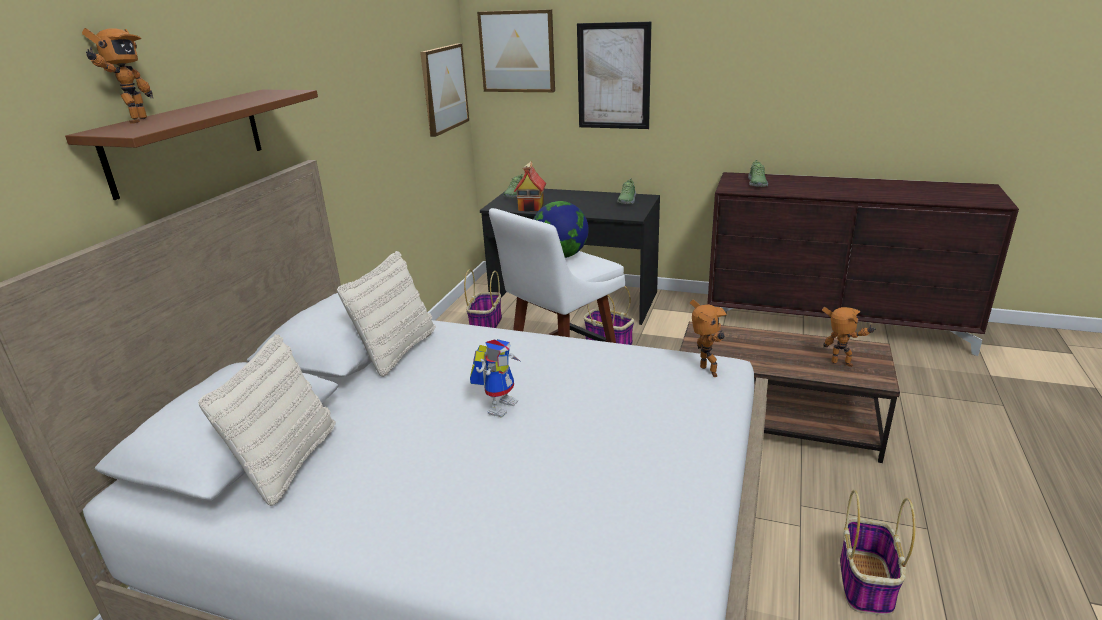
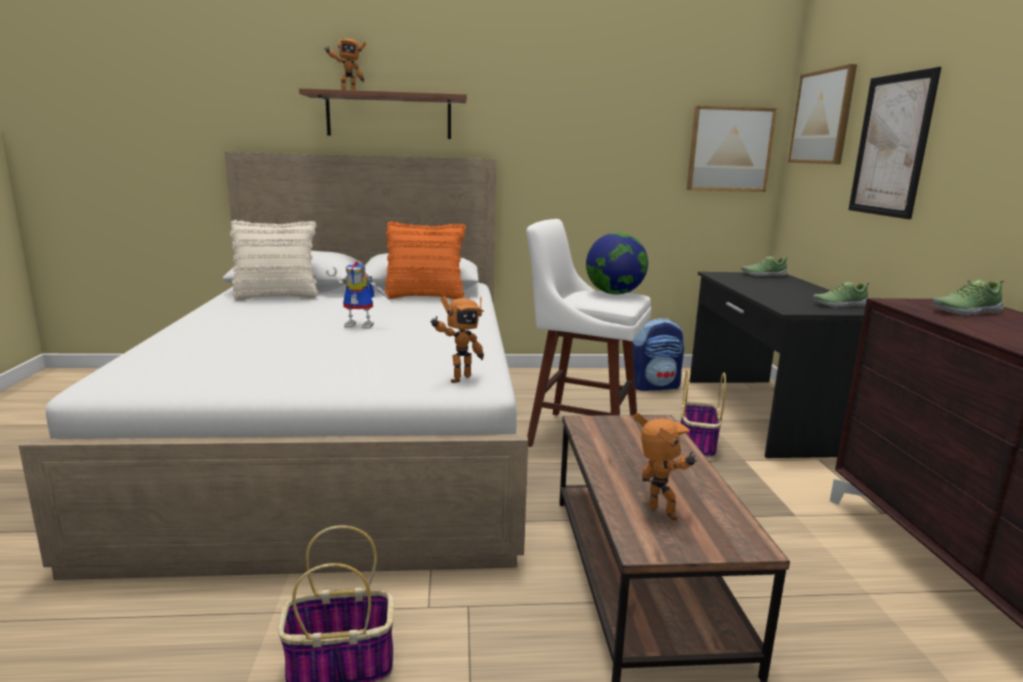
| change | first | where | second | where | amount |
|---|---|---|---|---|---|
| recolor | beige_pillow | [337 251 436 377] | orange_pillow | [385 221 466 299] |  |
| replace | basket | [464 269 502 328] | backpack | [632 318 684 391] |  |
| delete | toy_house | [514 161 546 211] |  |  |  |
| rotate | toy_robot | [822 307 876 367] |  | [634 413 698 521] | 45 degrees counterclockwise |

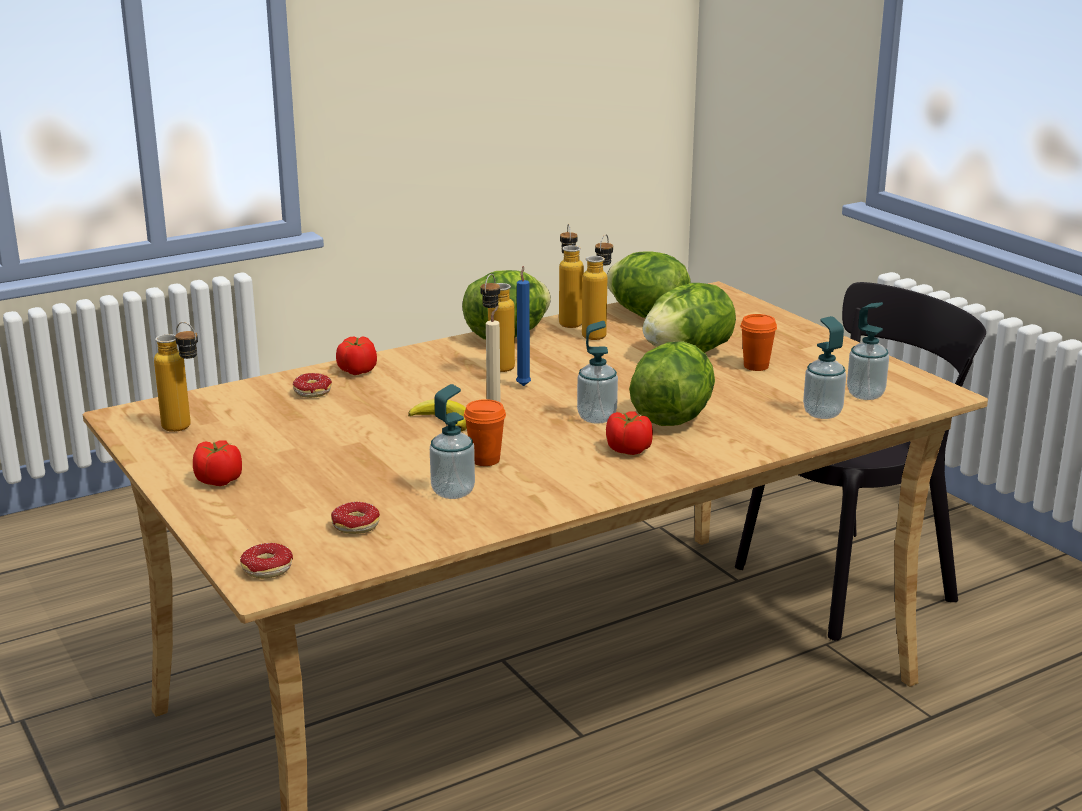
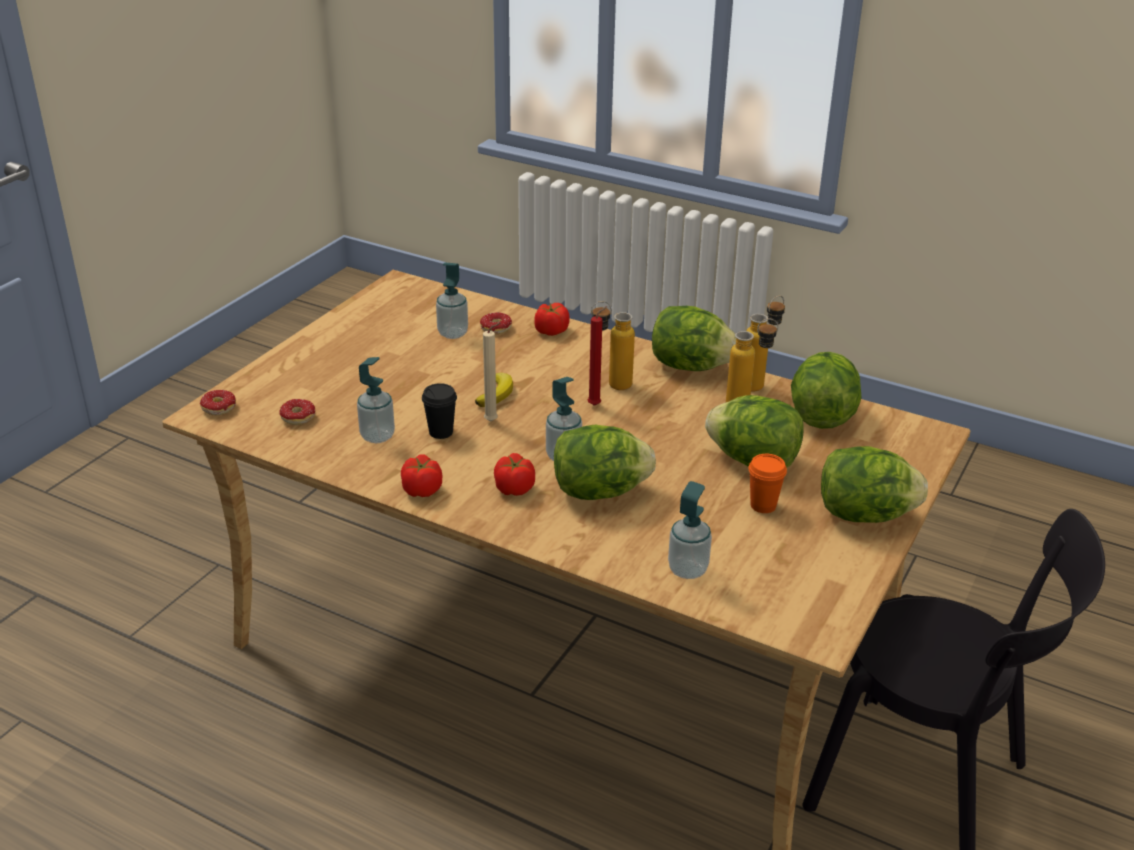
| change | first | where | second | where | amount |
|---|---|---|---|---|---|
| delete | bottle | [154 322 198 432] |  |  |  |
| move | tomato | [193 440 242 486] |  | [401 454 442 497] |  |
| recolor | orange_cup | [464 399 506 466] | black_cup | [422 383 457 439] |  |
| recolor | blue_candle | [516 266 531 386] | red_candle | [588 306 608 406] |  |
| move | soap_dispenser | [847 302 889 400] |  | [436 263 468 339] |  |
| insert |  |  | lettuce | [821 446 928 523] |  |

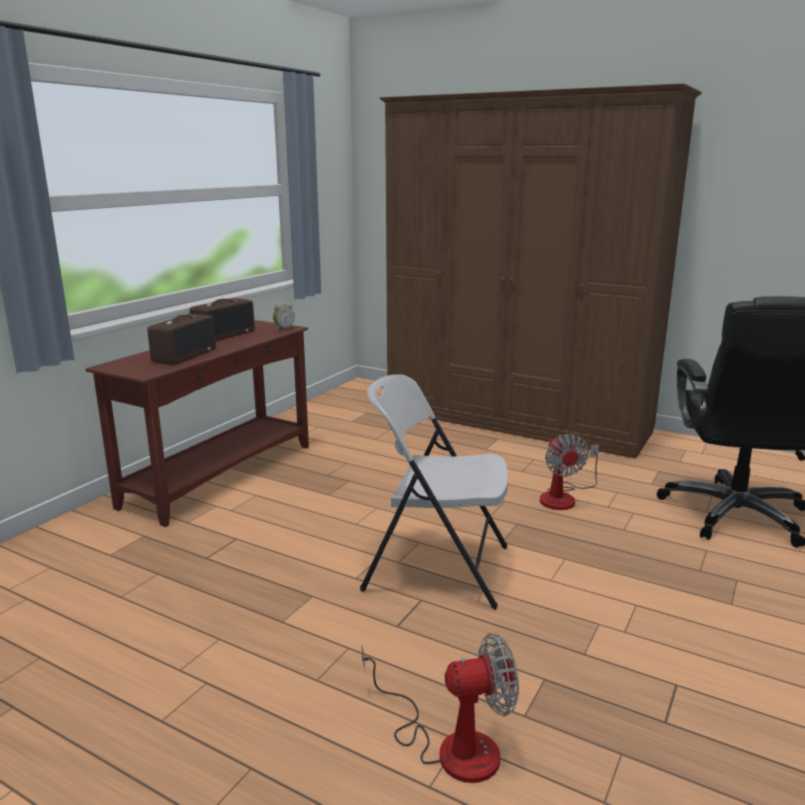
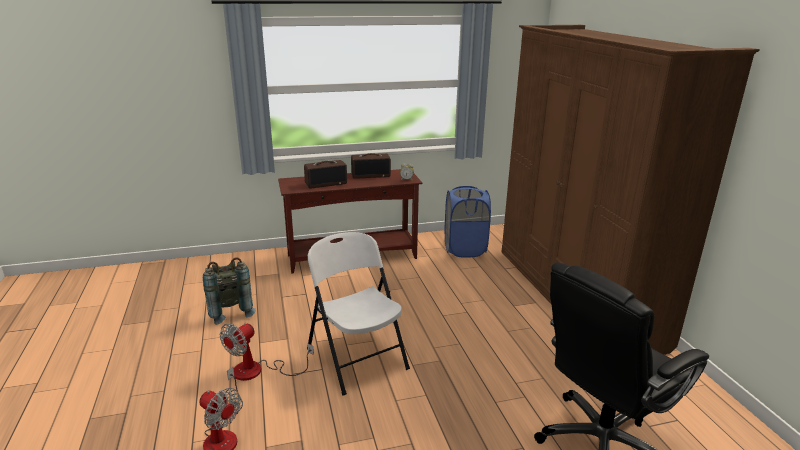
| change | first | where | second | where | amount |
|---|---|---|---|---|---|
| move | fan | [540 434 599 510] |  | [219 323 314 381] |  |
| insert |  |  | grey_backpack | [203 257 256 325] |  |
| insert |  |  | blue_laundry_basket | [445 186 491 258] |  |

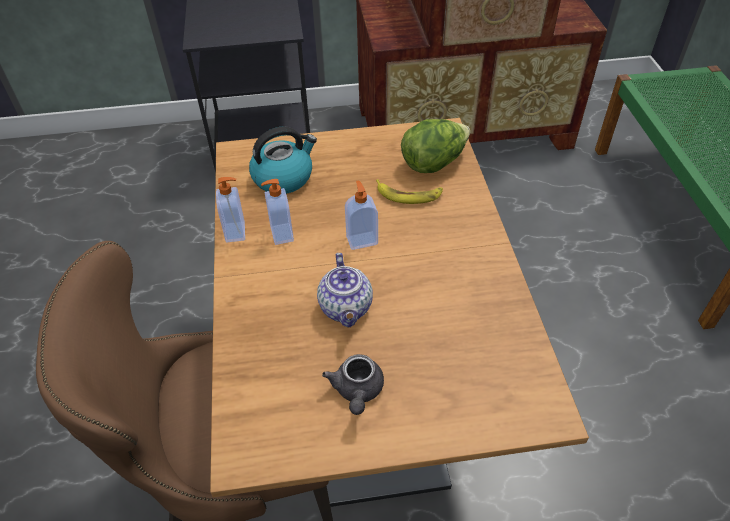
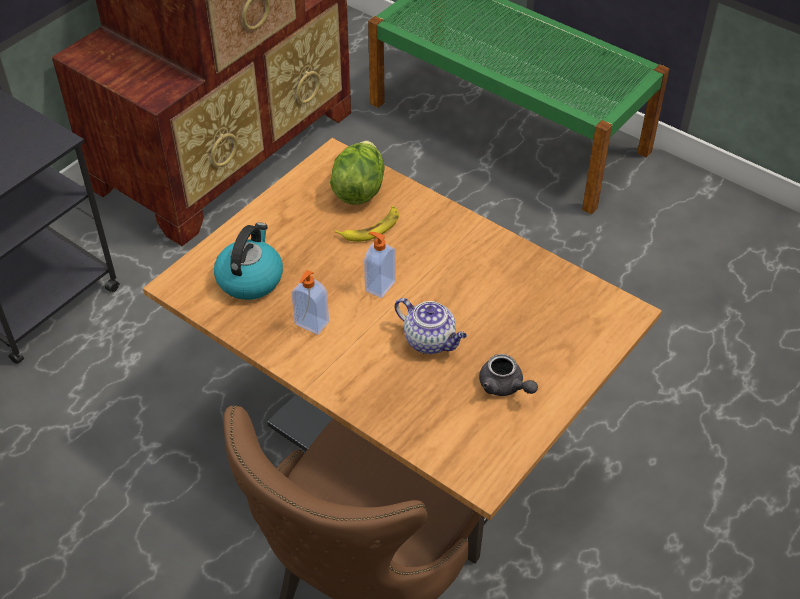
| change | first | where | second | where | amount |
|---|---|---|---|---|---|
| delete | soap_dispenser | [216 177 245 243] |  |  |  |

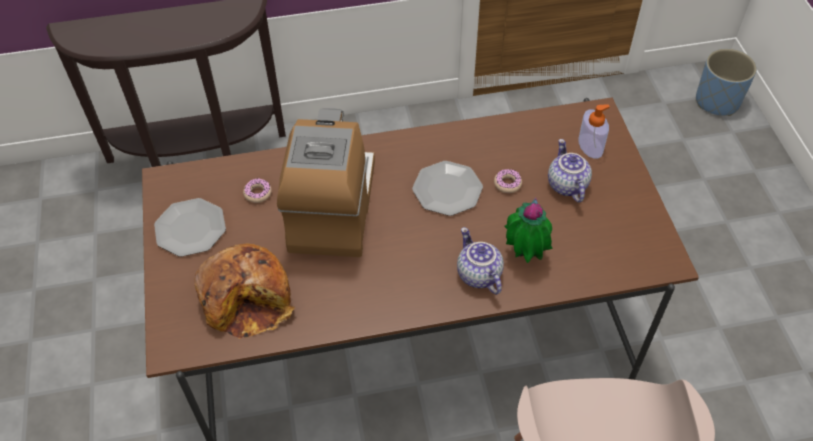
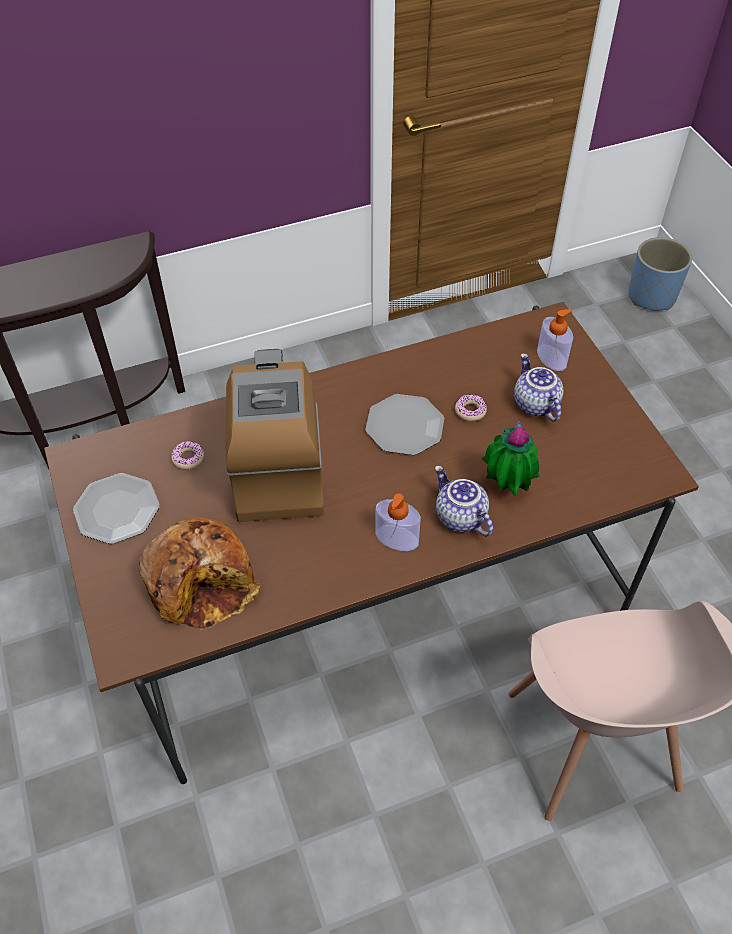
| change | first | where | second | where | amount |
|---|---|---|---|---|---|
| insert |  |  | soap_dispenser | [375 493 421 551] |  |

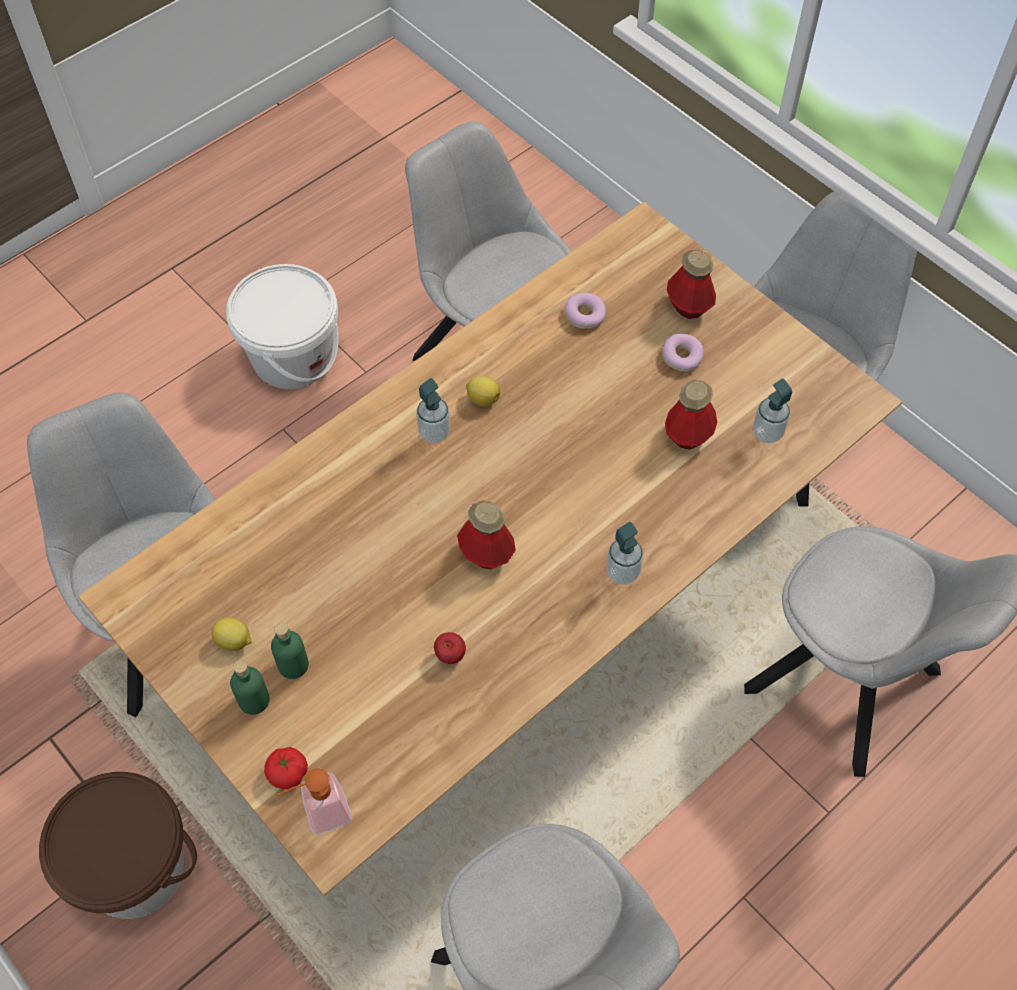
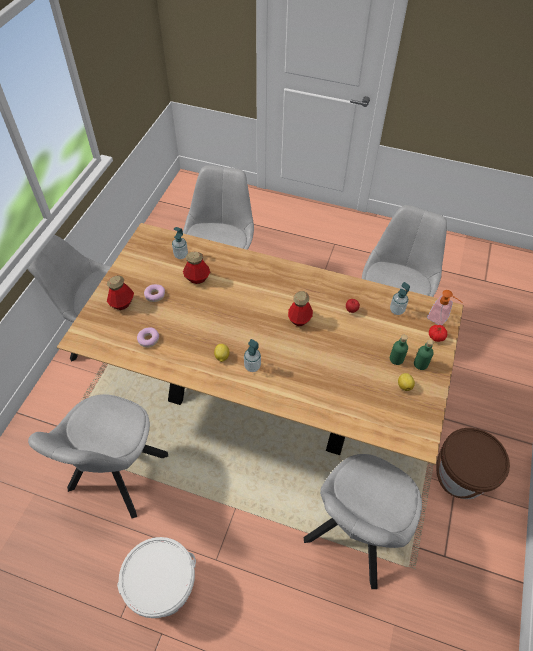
| change | first | where | second | where | amount |
|---|---|---|---|---|---|
| move | soap_dispenser | [606 522 643 585] |  | [390 282 410 315] |  |

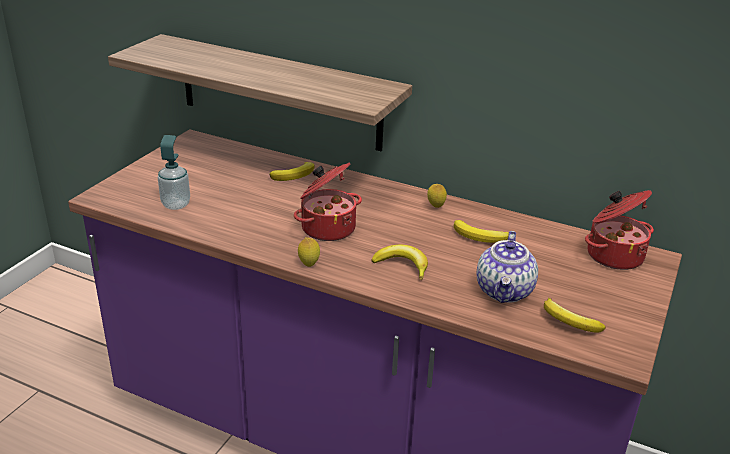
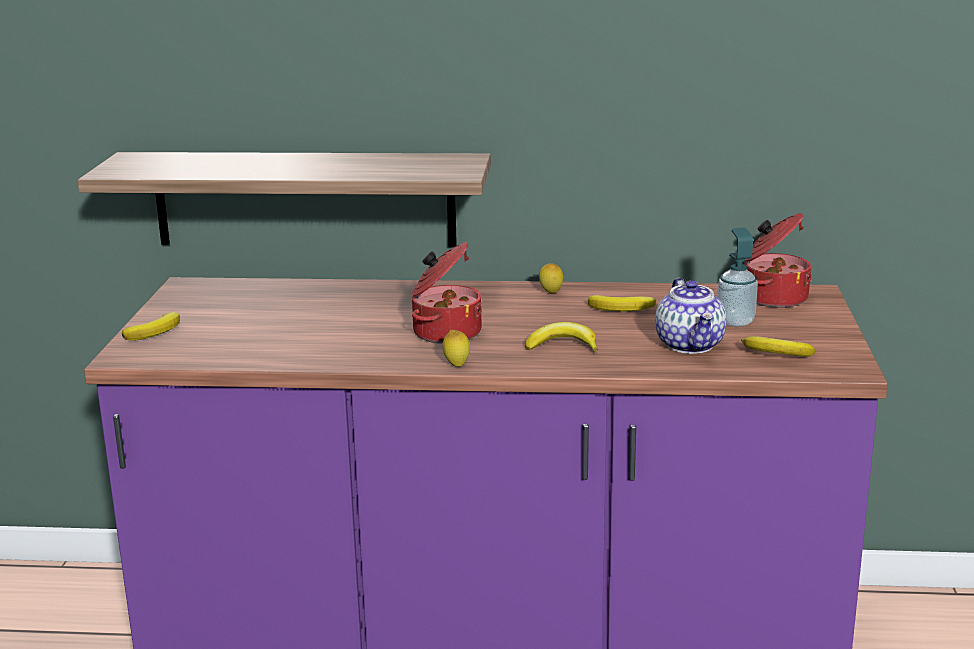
| change | first | where | second | where | amount |
|---|---|---|---|---|---|
| move | soap_dispenser | [158 135 190 210] |  | [718 227 758 327] |  |
| move | banana | [270 162 315 181] |  | [122 312 180 341] |  |

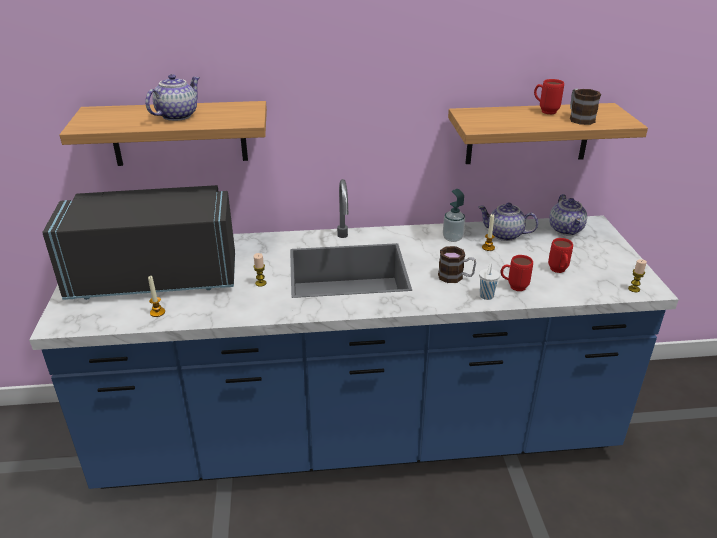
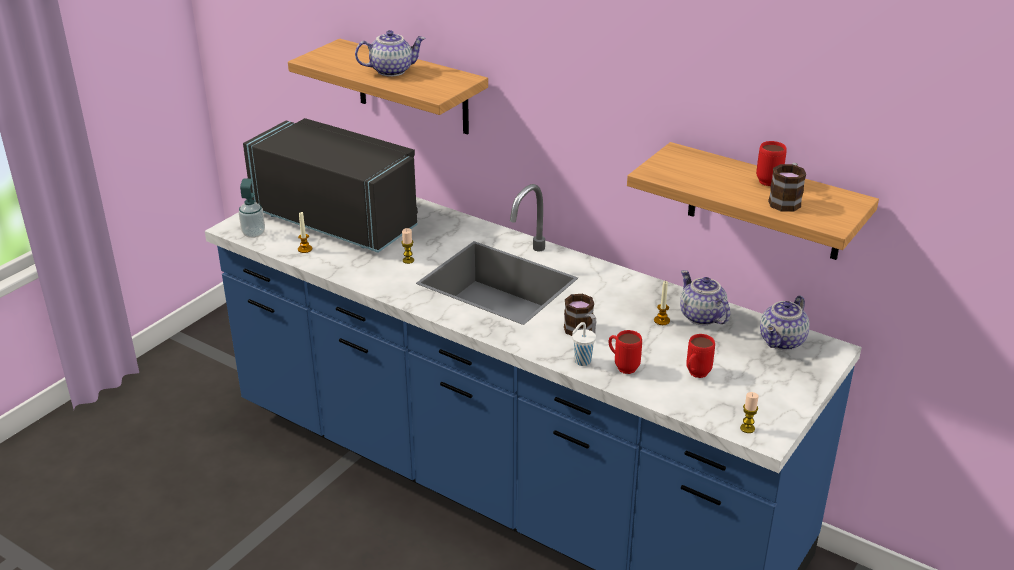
| change | first | where | second | where | amount |
|---|---|---|---|---|---|
| move | soap_dispenser | [443 189 465 242] |  | [239 178 265 238] |  |

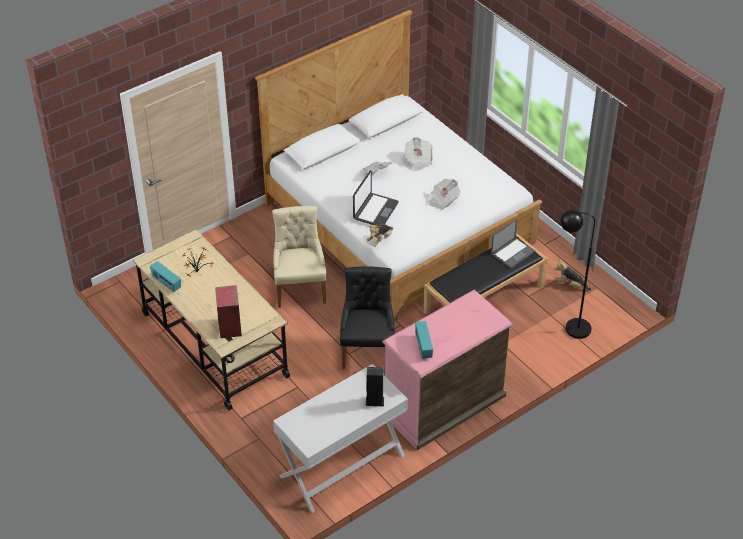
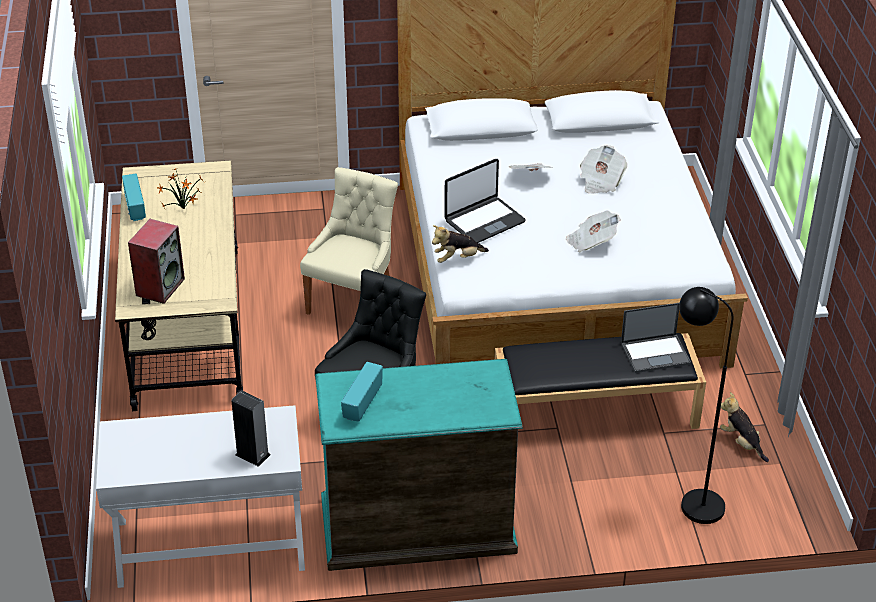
| change | first | where | second | where | amount |
|---|---|---|---|---|---|
| recolor | pink_dresser | [382 290 513 450] | turquoise_dresser | [315 359 523 571] |  |

